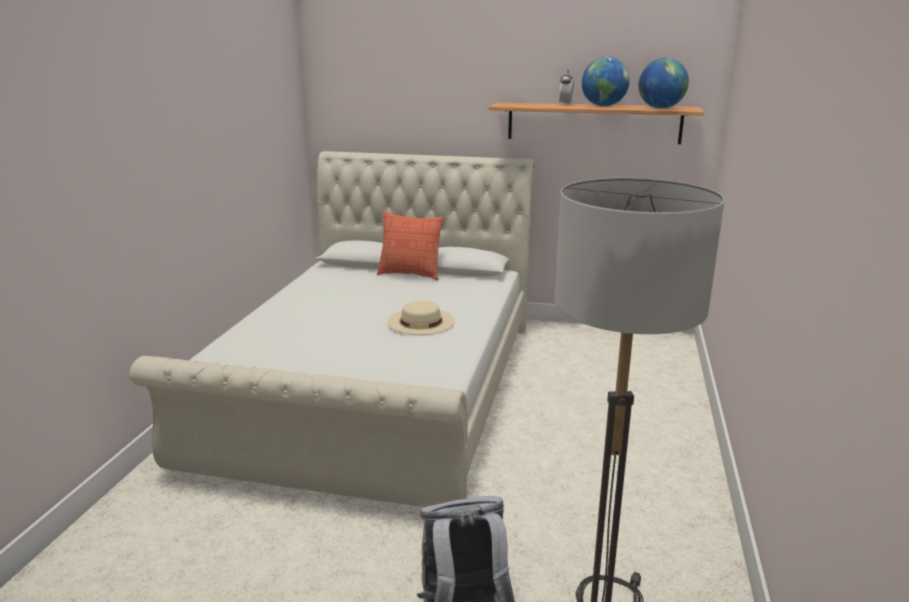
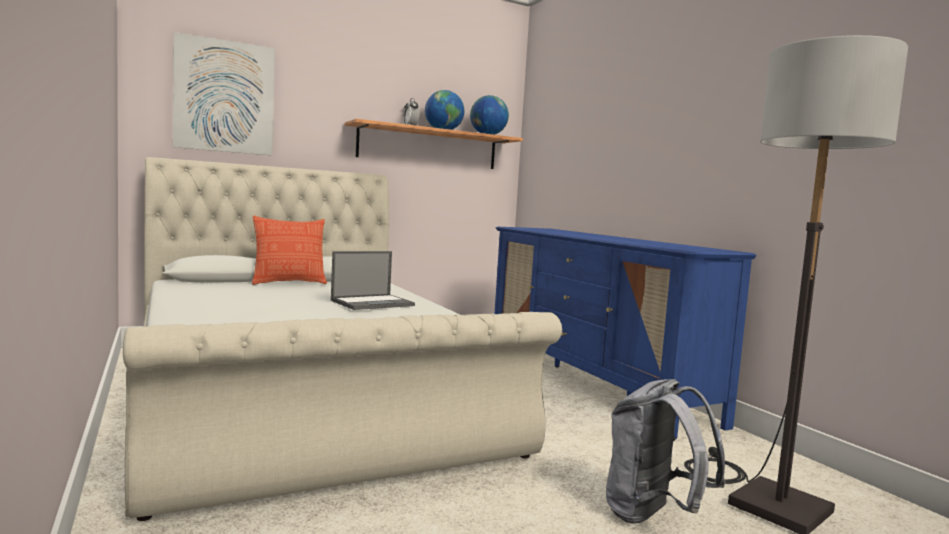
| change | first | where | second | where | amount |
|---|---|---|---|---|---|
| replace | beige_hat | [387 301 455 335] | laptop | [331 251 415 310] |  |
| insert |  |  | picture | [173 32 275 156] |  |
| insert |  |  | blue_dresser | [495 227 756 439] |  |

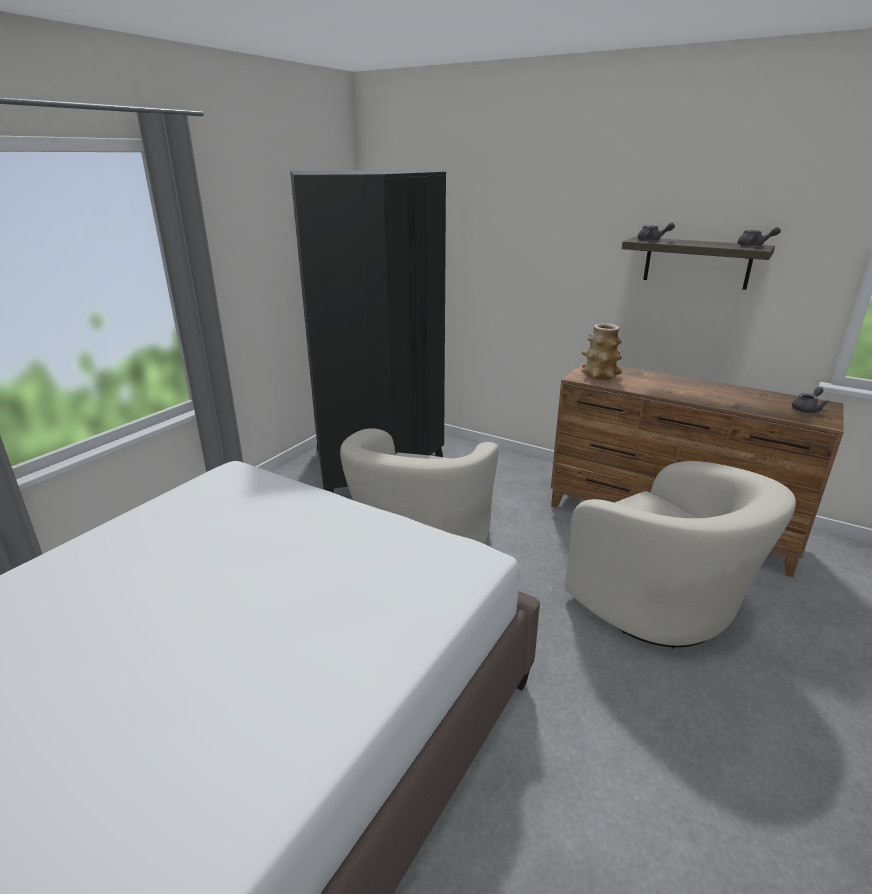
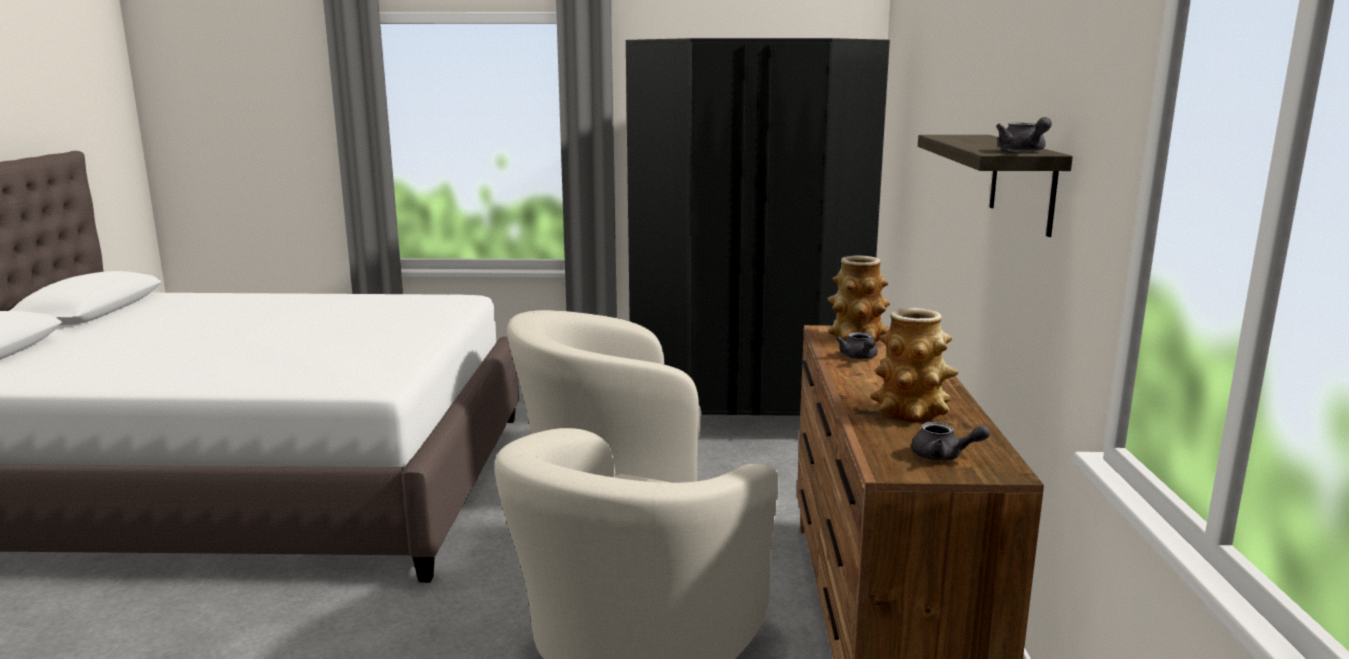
| change | first | where | second | where | amount |
|---|---|---|---|---|---|
| move | grey_teapot | [637 222 675 241] |  | [836 332 878 359] |  |
| insert |  |  | vase | [870 308 958 422] |  |

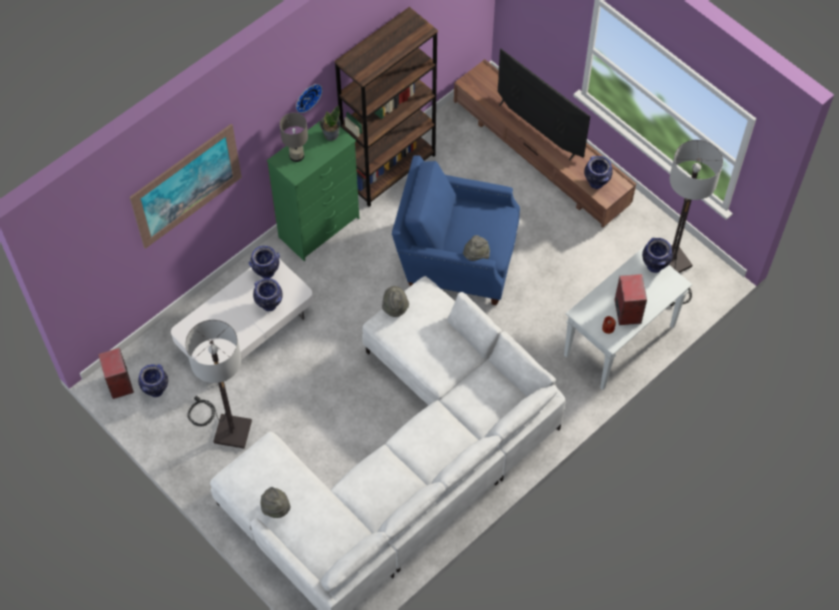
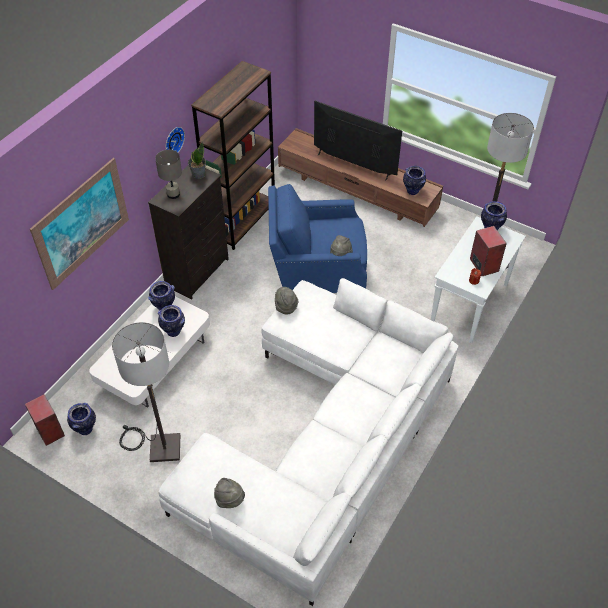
| change | first | where | second | where | amount |
|---|---|---|---|---|---|
| recolor | green_dresser | [267 120 359 261] | black_dresser | [148 165 229 299] |  |

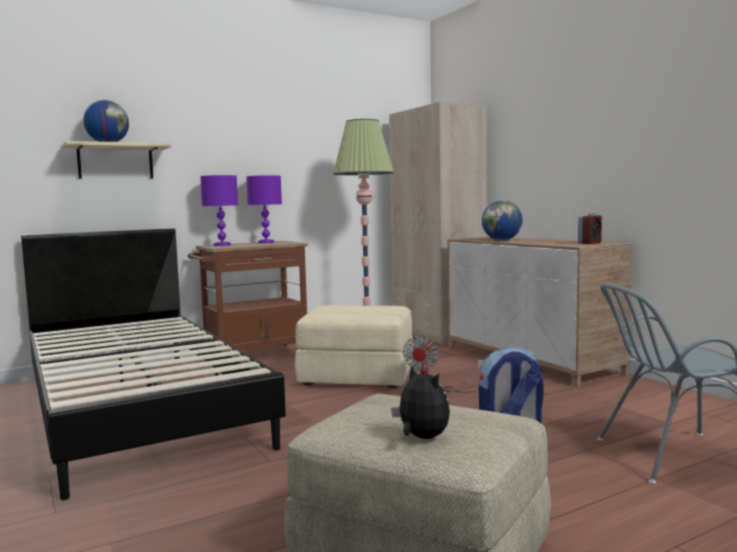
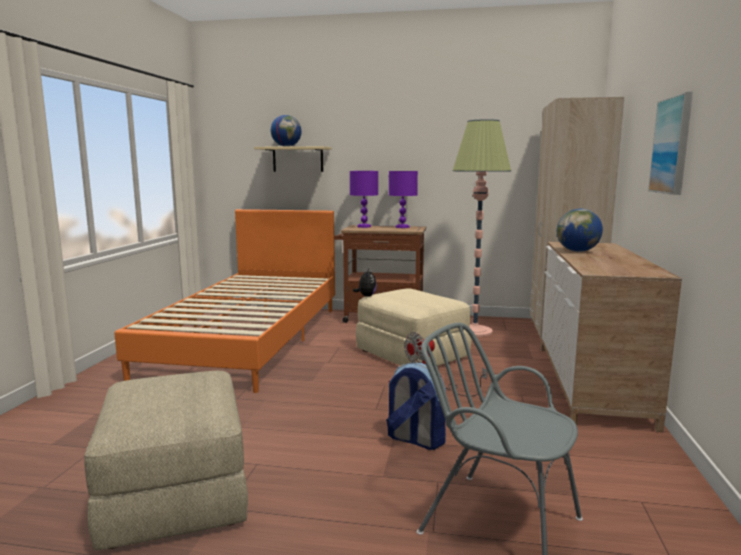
| change | first | where | second | where | amount |
|---|---|---|---|---|---|
| recolor | black_bed | [21 229 286 500] | orange_bed | [114 209 335 393] |  |
| move | plush_toy | [391 365 450 439] |  | [353 269 377 297] |  |
| delete | alarm_clock | [578 213 602 244] |  |  |  |
| insert |  |  | picture | [648 92 693 195] |  |

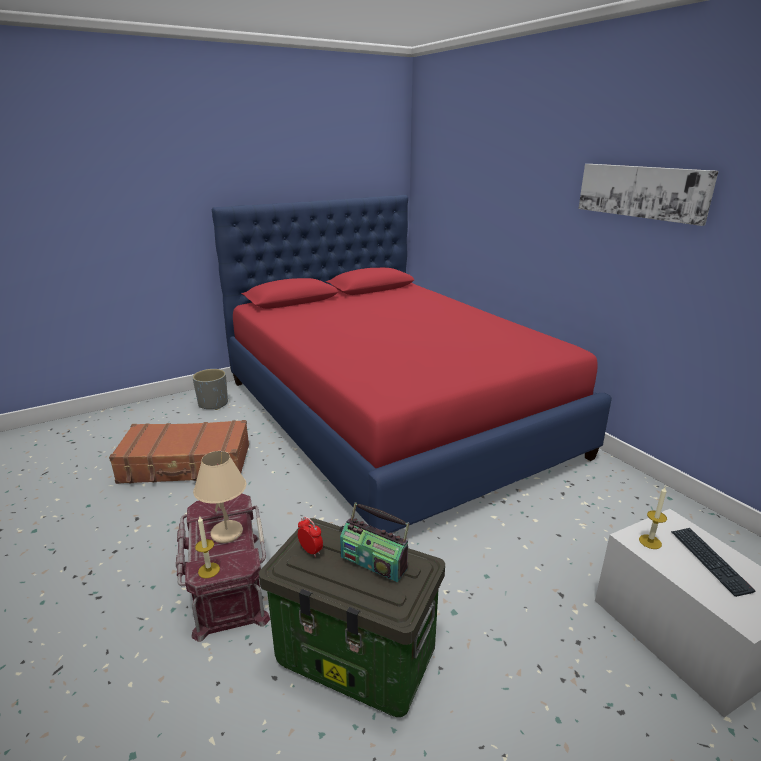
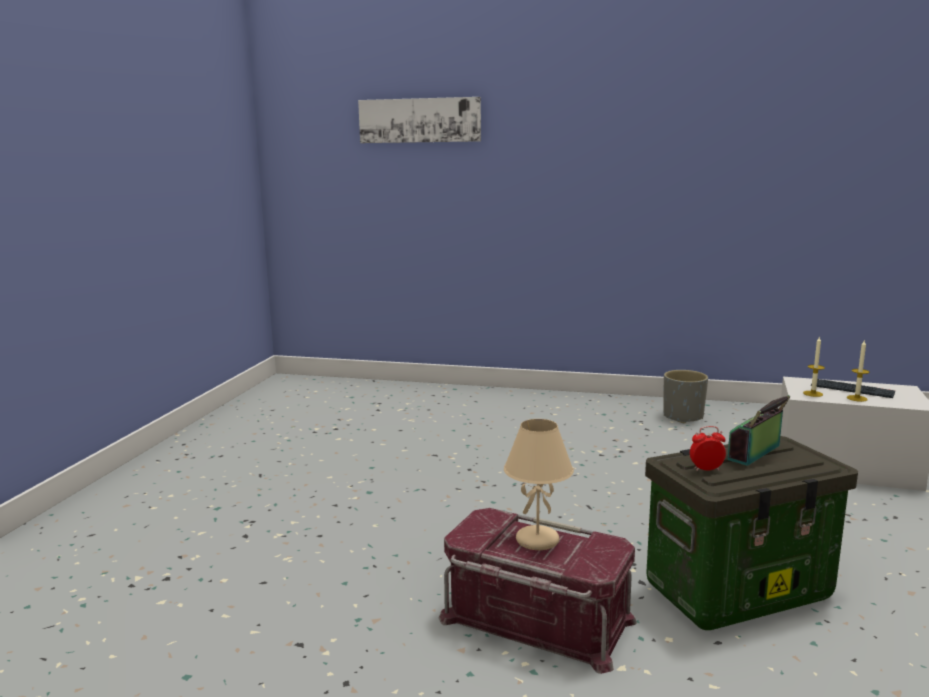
| change | first | where | second | where | amount |
|---|---|---|---|---|---|
| delete | brown_suitcase | [109 420 249 484] |  |  |  |
| move | grey_planter | [192 369 228 410] |  | [663 370 708 423] |  |
| move | candle | [195 516 220 578] |  | [847 339 869 402] |  |
| delete | red_bed | [212 195 612 533] |  |  |  |
| rotate | radio | [340 502 409 582] |  | [727 395 790 466] | 150 degrees clockwise |
| move | picture | [578 164 718 226] |  | [358 97 481 143] |  |

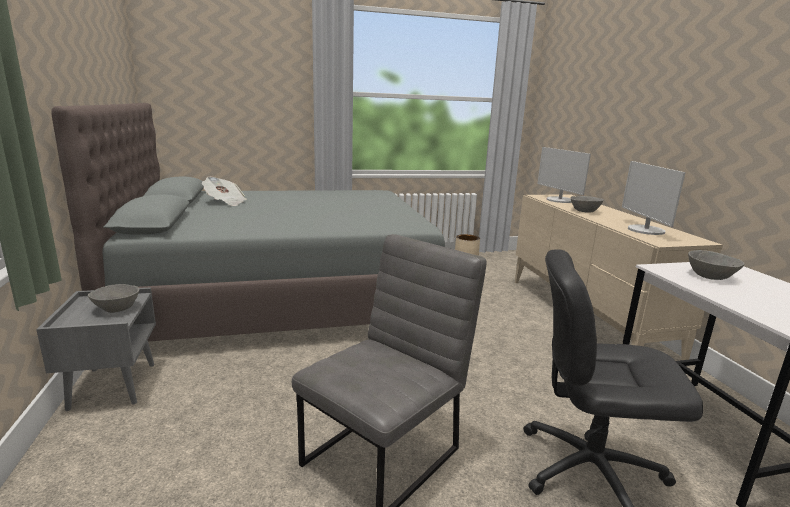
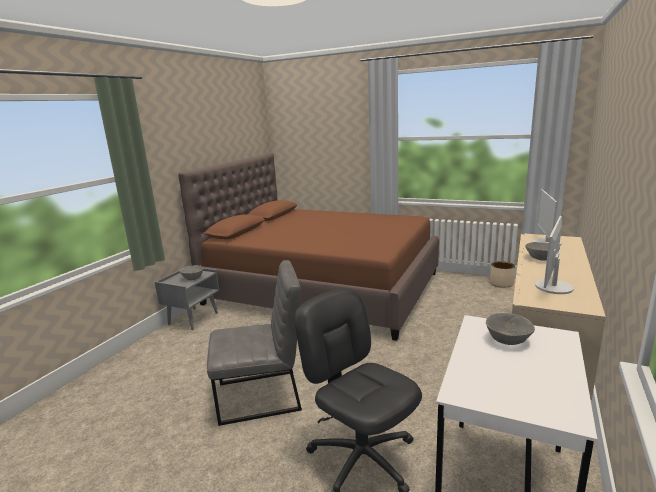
| change | first | where | second | where | amount |
|---|---|---|---|---|---|
| recolor | grey_bed | [51 103 445 341] | brown_bed | [178 153 439 341] |  |
| delete | newspaper | [202 177 247 206] |  |  |  |

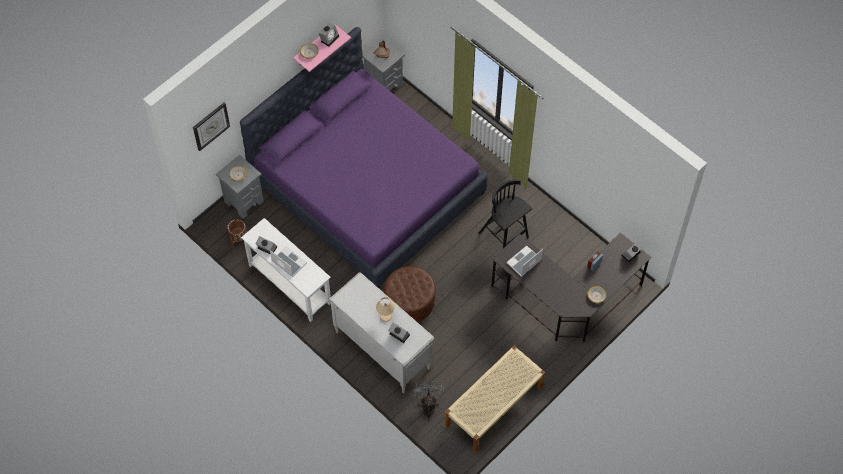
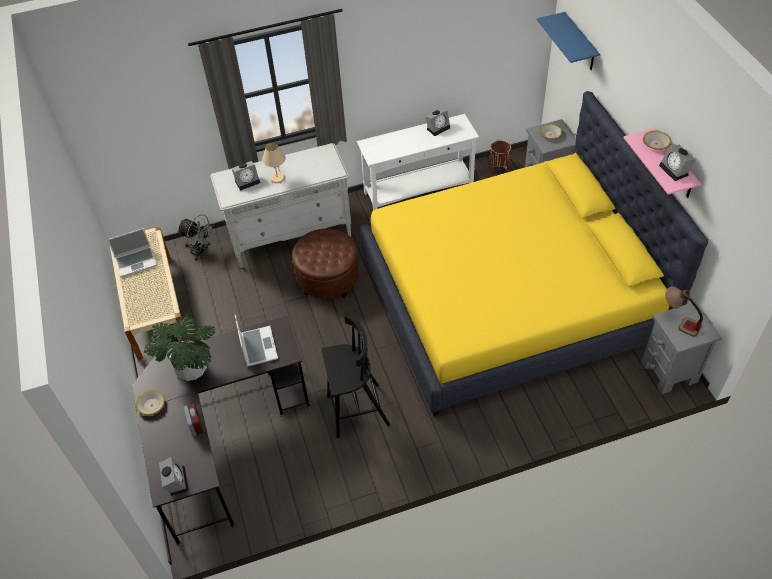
| change | first | where | second | where | amount |
|---|---|---|---|---|---|
| replace | wall_clock | [193 103 230 151] | blue_shelf | [537 12 600 70] |  |
| recolor | purple_bed | [240 27 488 288] | yellow_bed | [360 91 708 416] |  |
| move | laptop | [270 247 307 277] |  | [107 228 157 277] |  |
| insert |  |  | potted_plant | [144 316 216 381] |  |

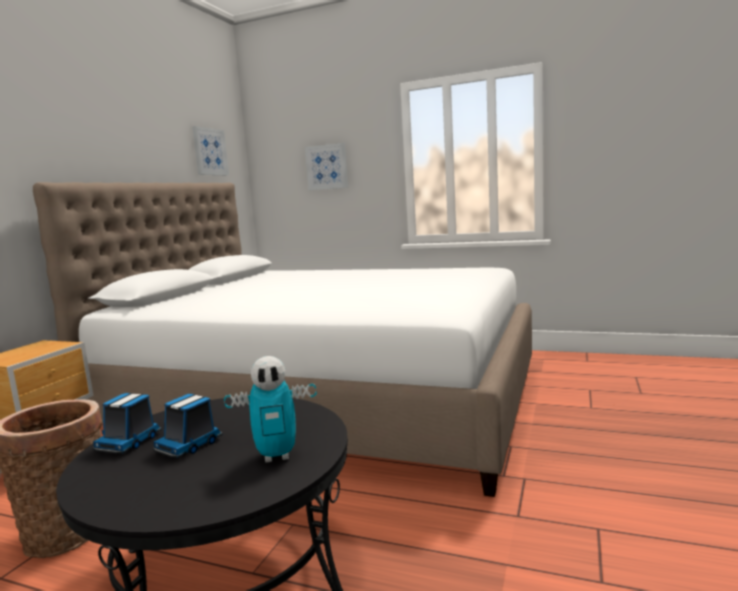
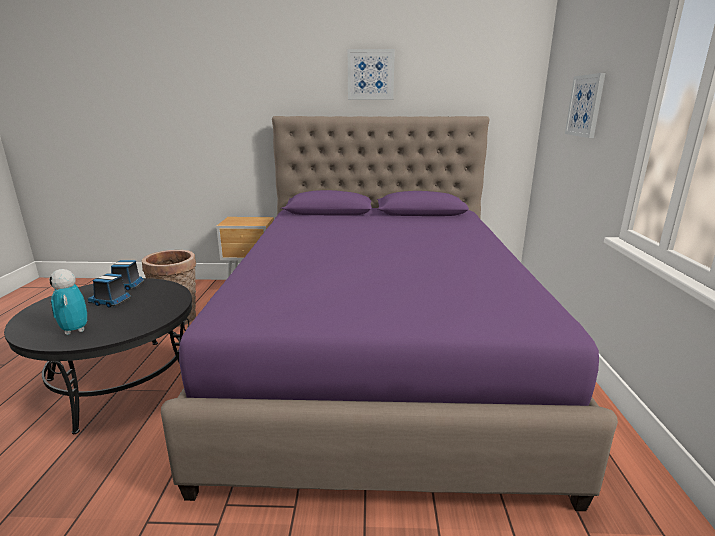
| change | first | where | second | where | amount |
|---|---|---|---|---|---|
| recolor | white_bed | [33 182 532 497] | purple_bed | [161 116 618 511] |  |
| move | picture | [192 126 229 175] |  | [348 49 395 100] |  |

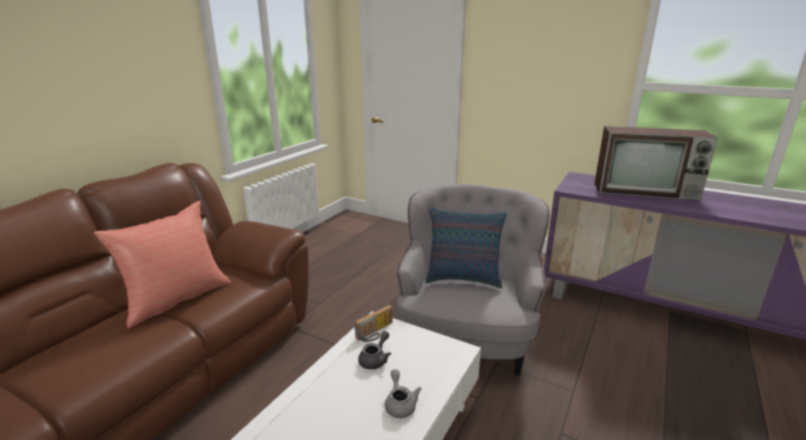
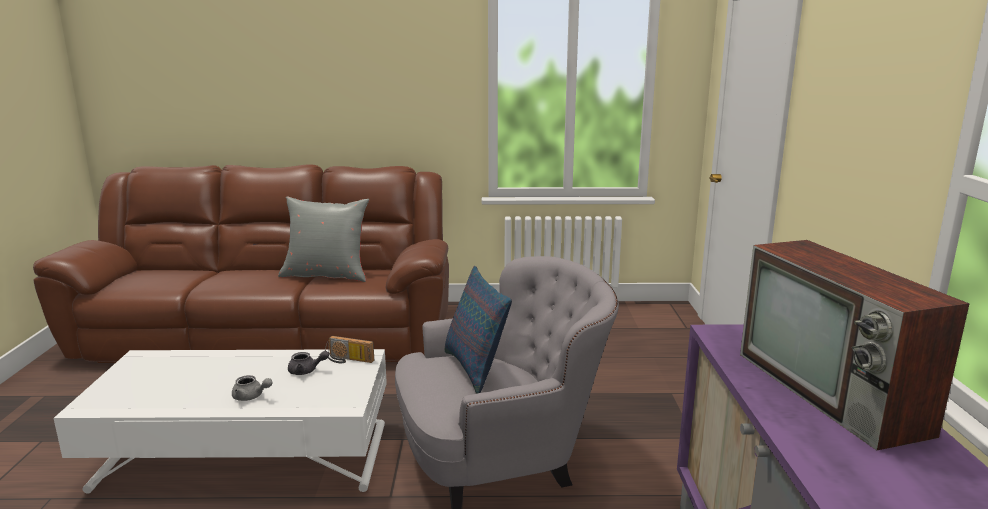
| change | first | where | second | where | amount |
|---|---|---|---|---|---|
| recolor | red_pillow | [94 201 231 329] | grey_pillow | [278 196 369 282] |  |
| rotate | grey_teapot | [385 369 422 418] |  | [232 375 273 401] | 60 degrees clockwise |

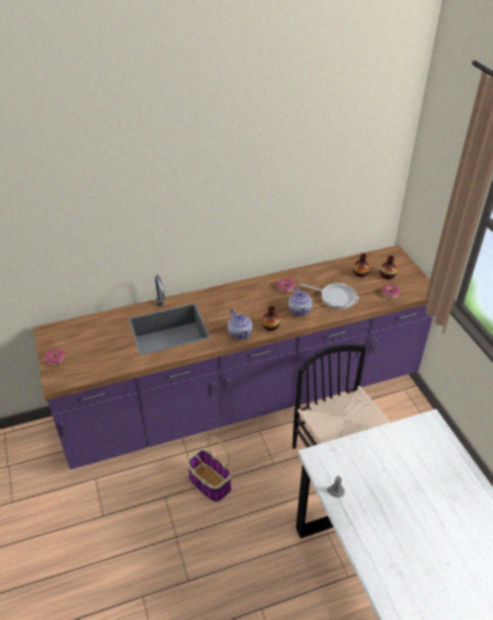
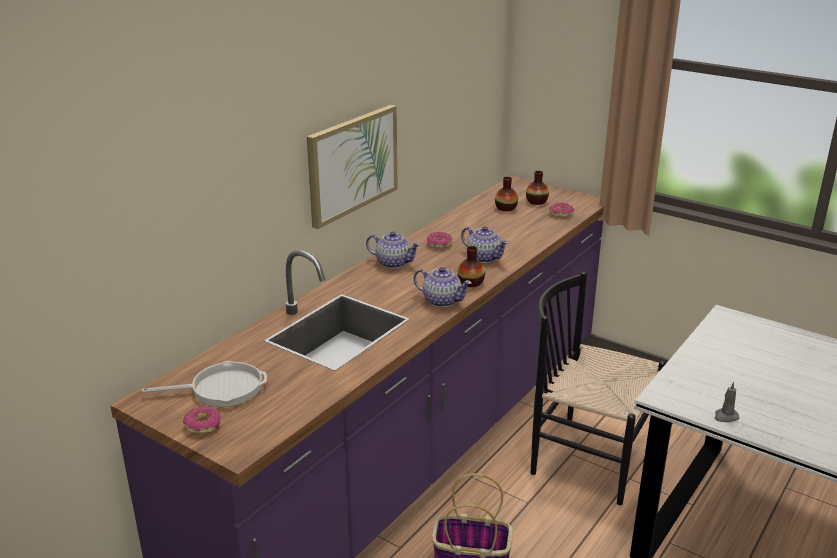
| change | first | where | second | where | amount |
|---|---|---|---|---|---|
| move | frying_pan | [299 283 359 309] |  | [141 361 267 407] |  |
| insert |  |  | picture | [307 105 398 229] |  |
| insert |  |  | teapot | [366 231 421 269] |  |

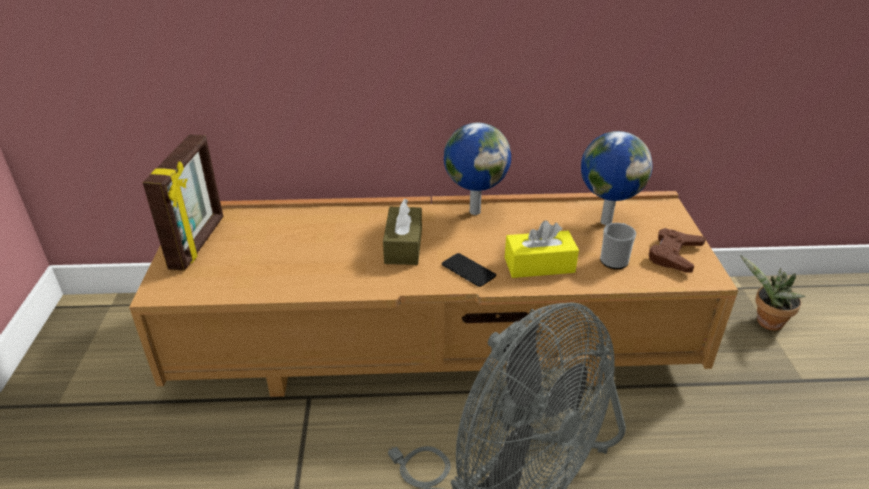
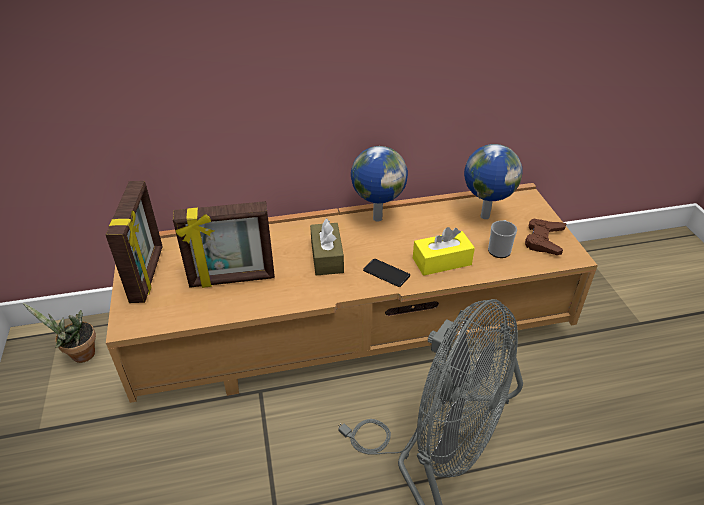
| change | first | where | second | where | amount |
|---|---|---|---|---|---|
| move | potted_plant | [740 255 806 331] |  | [23 303 96 363] |  |
| insert |  |  | picture_frame | [173 201 275 288] |  |

